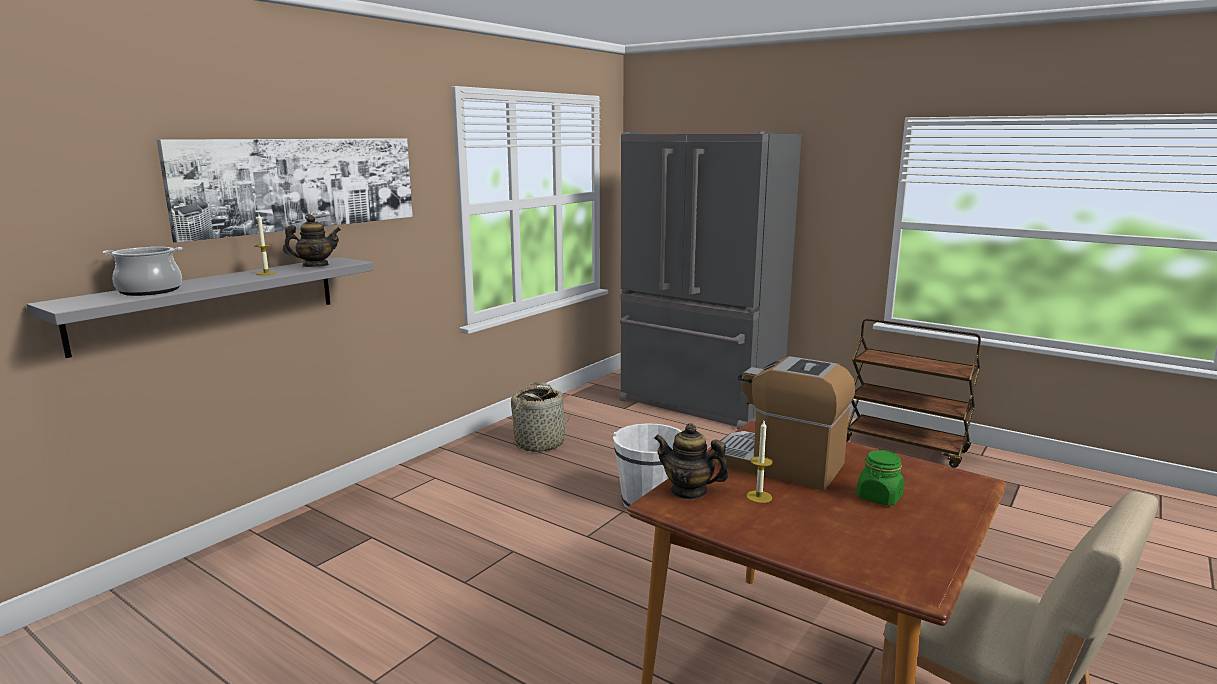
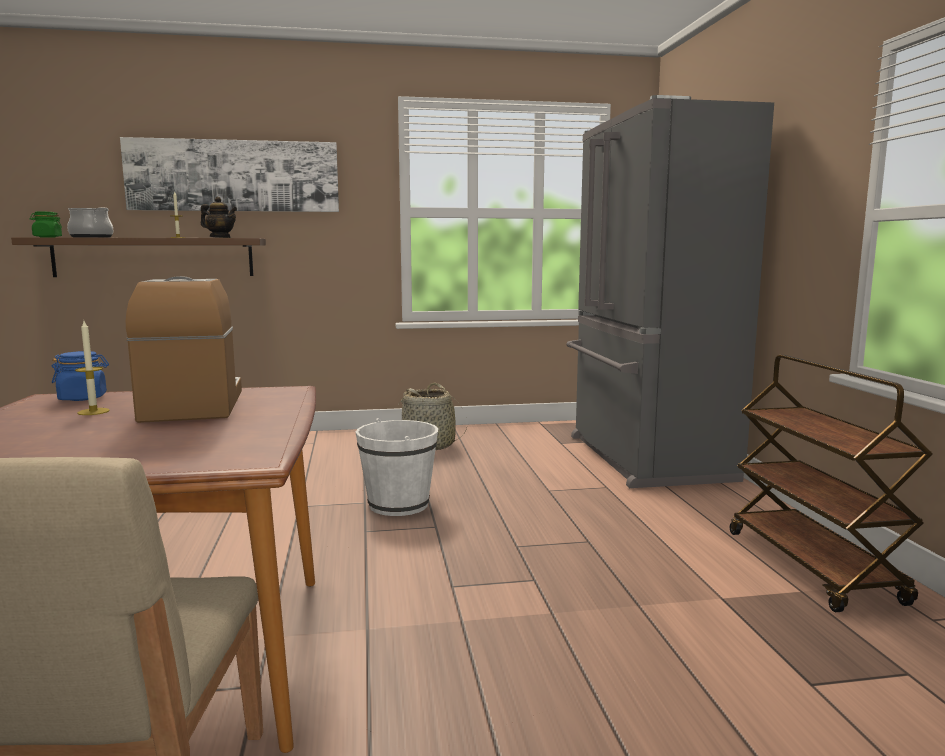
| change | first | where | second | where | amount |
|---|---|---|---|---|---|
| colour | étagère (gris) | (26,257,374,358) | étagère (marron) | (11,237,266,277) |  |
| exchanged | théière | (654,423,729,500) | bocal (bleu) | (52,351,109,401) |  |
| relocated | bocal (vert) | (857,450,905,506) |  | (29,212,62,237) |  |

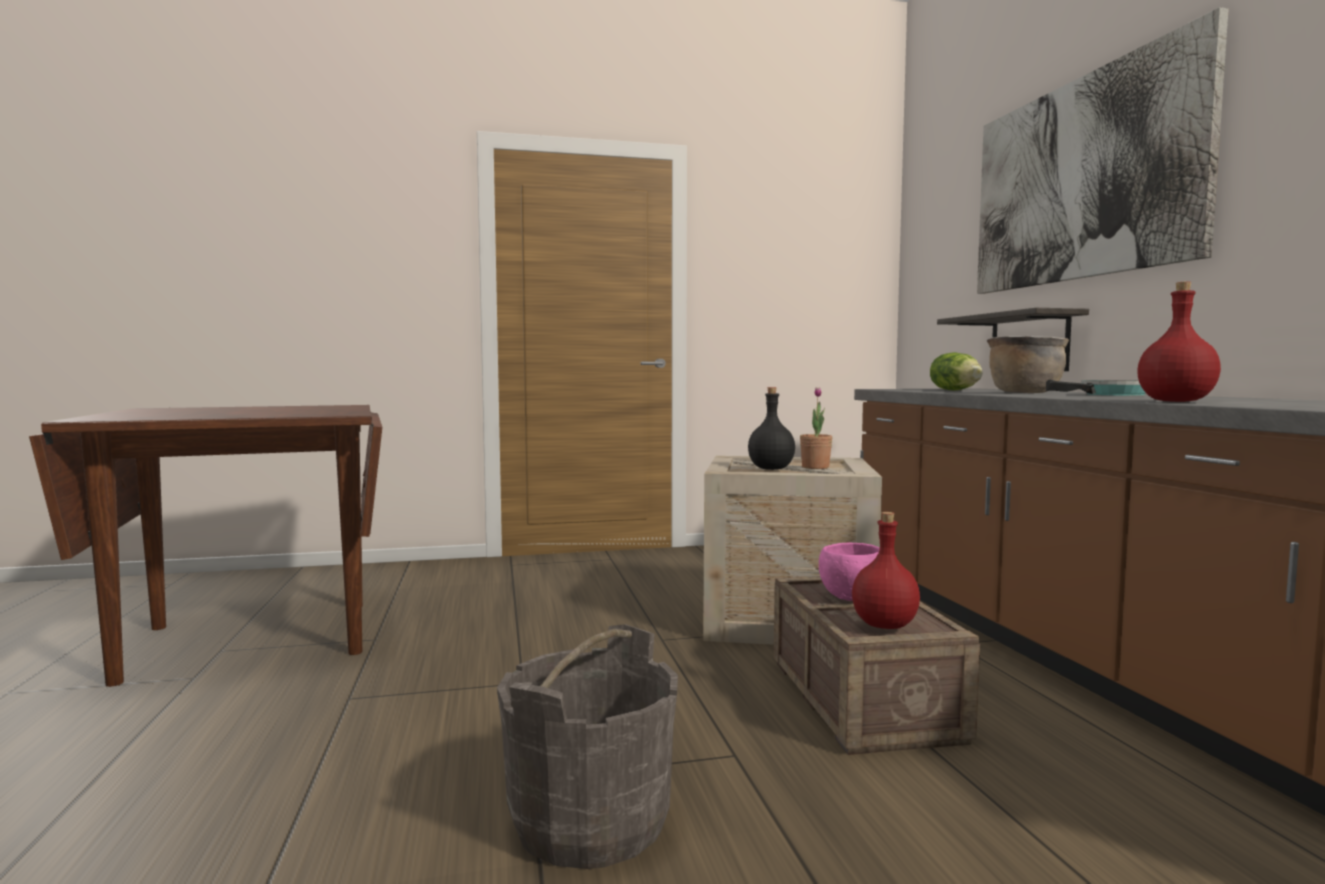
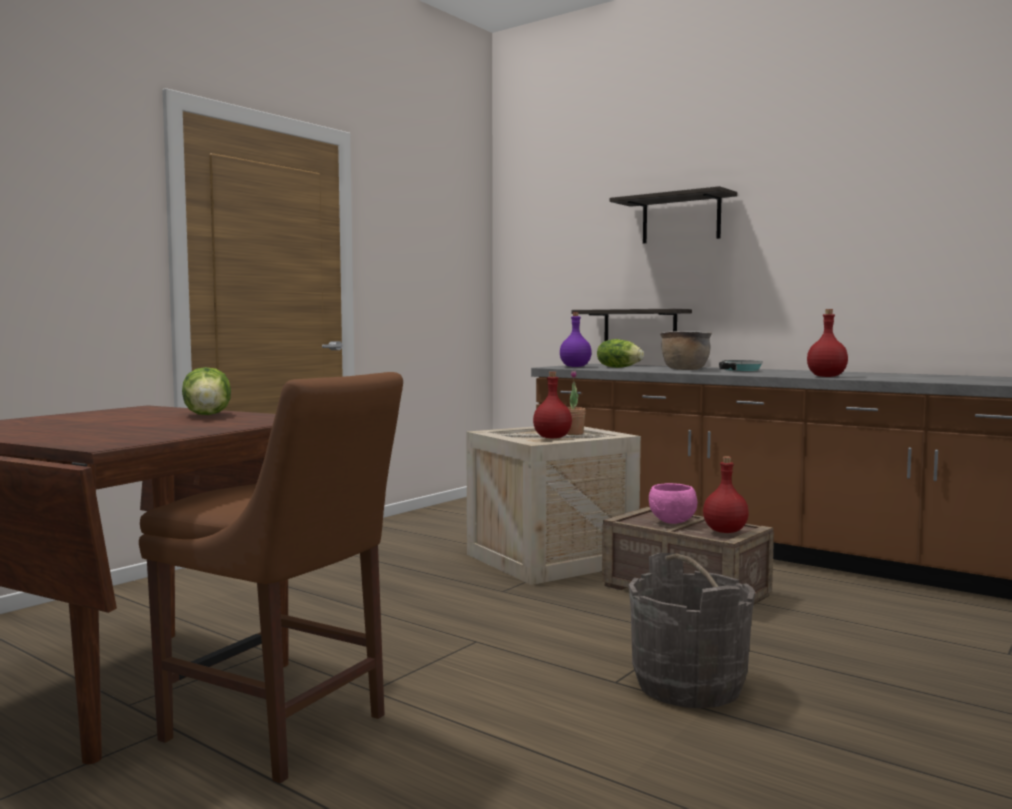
| change | first | where | second | where | amount |
|---|---|---|---|---|---|
| colour | bouteille (noir) | (748,387,795,470) | bouteille (rouge) | (533,372,572,439) |  |
| exchanged | tableau | (977,7,1228,294) | étagère | (610,186,737,244) |  |
| appeared |  |  | chaise (marron) | (139,372,403,783) |  |
| appeared |  |  | laitue | (182,367,231,415) |  |
| appeared |  |  | bouteille (violet) | (560,312,592,367) |  |

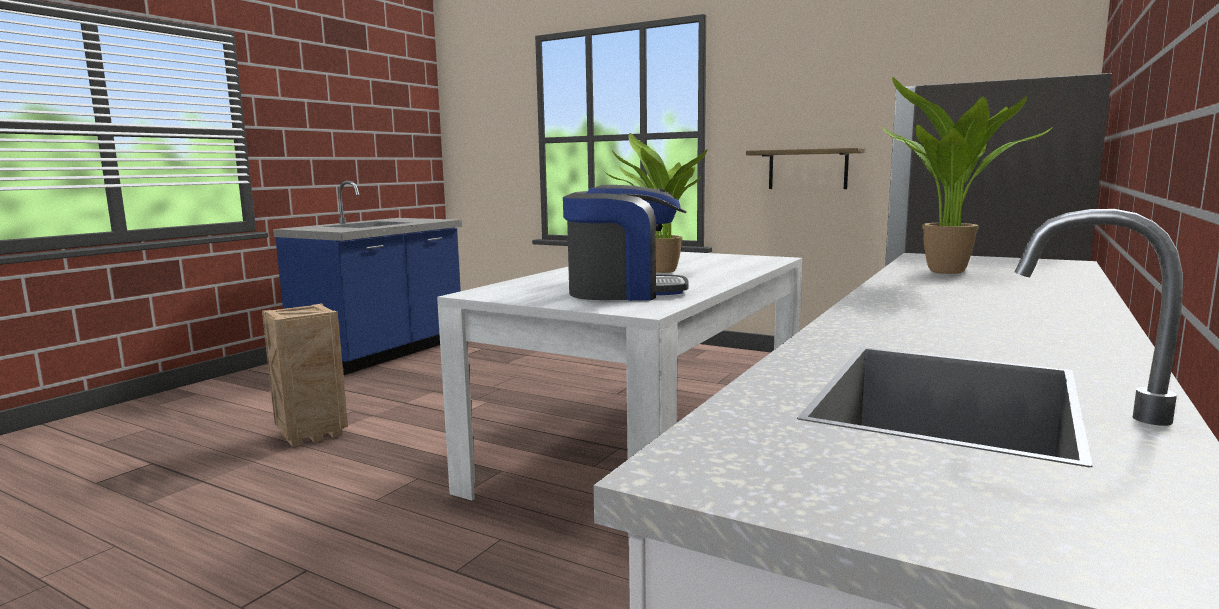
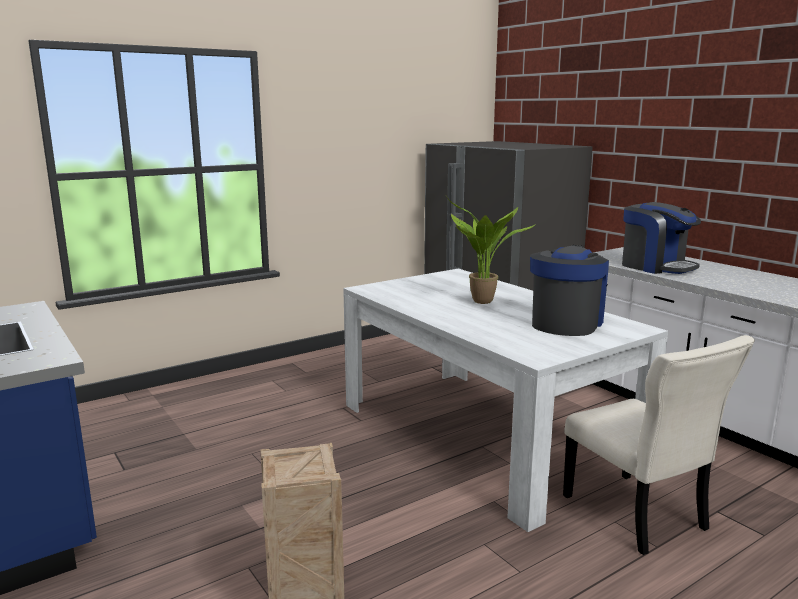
| change | first | where | second | where | amount |
|---|---|---|---|---|---|
| missing | étagère | (746,148,865,189) |  |  |  |
| exchanged | plante en pot | (882,77,1053,274) | machine à café | (622,202,701,274) |  |
| appeared |  |  | chaise (beige) | (563,335,755,555) |  |

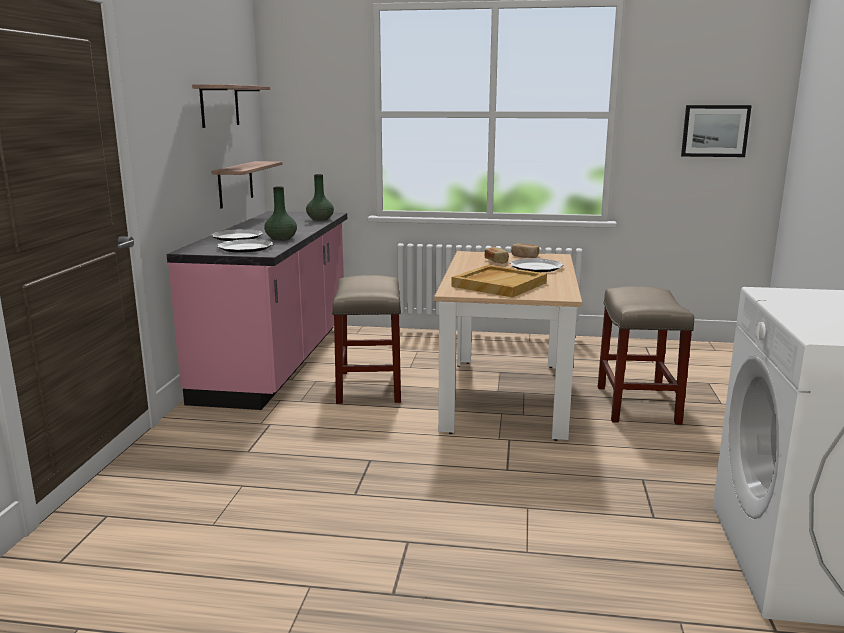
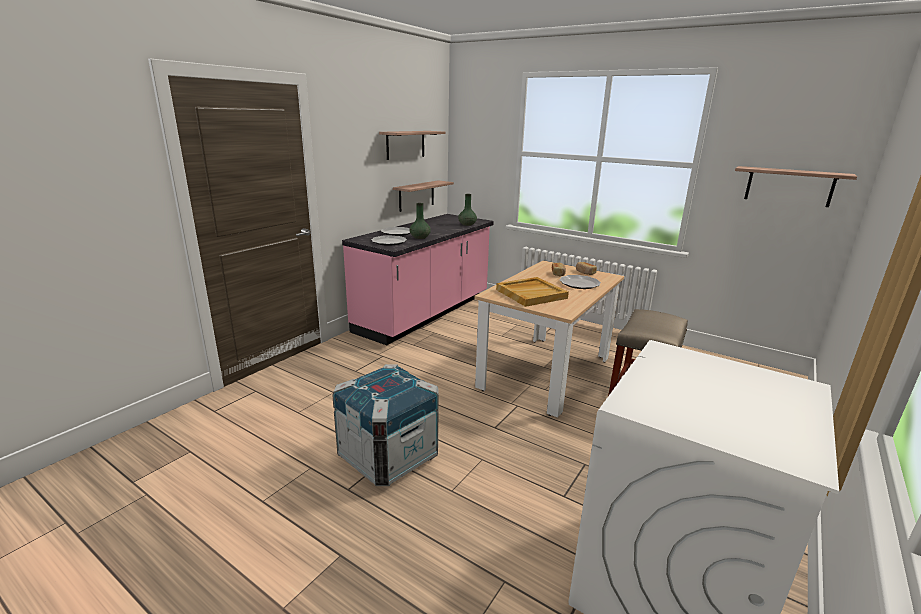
| change | first | where | second | where | amount |
|---|---|---|---|---|---|
| missing | tabouret (beige) | (332,275,401,404) |  |  |  |
| exchanged | tableau | (681,105,752,157) | étagère | (735,166,857,207) |  |
| appeared |  |  | caisse | (332,364,439,486) |  |

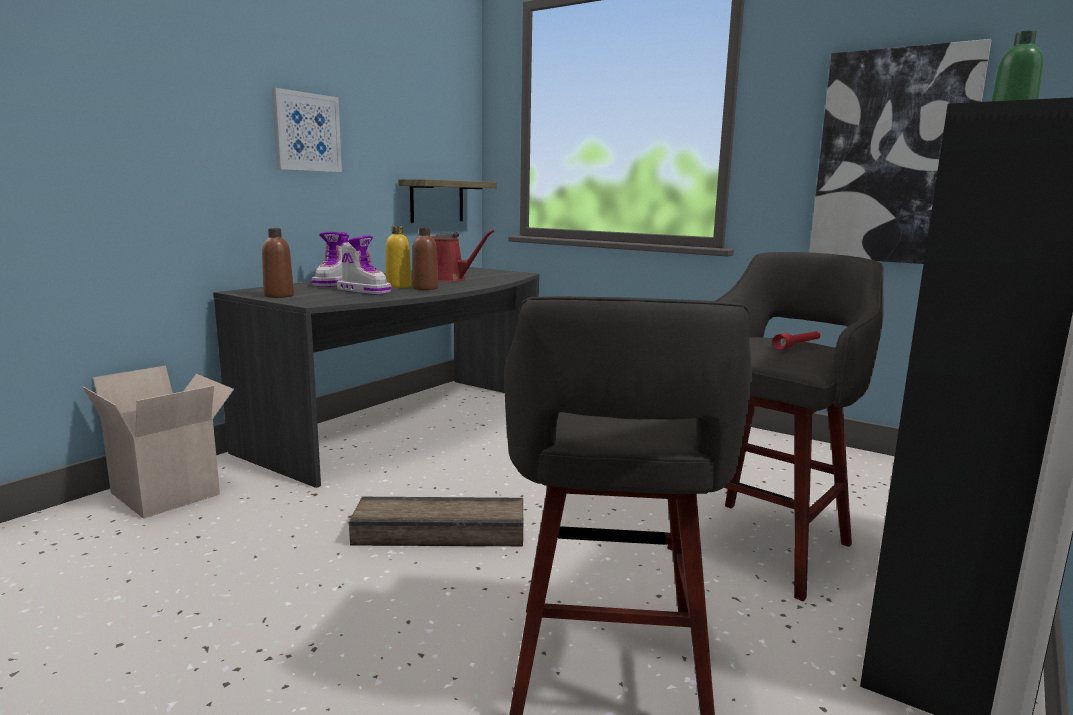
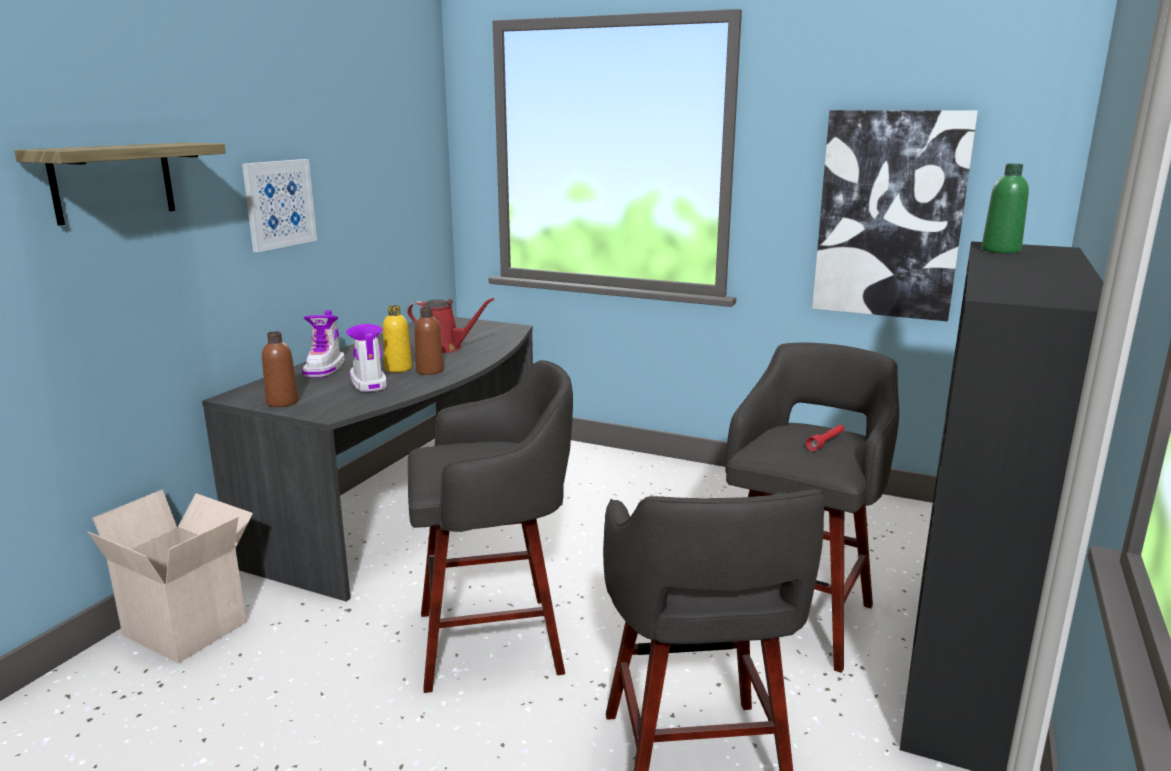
| change | first | where | second | where | amount |
|---|---|---|---|---|---|
| spun | botte | (337,235,392,295) |  | (346,324,387,392) | 135 degrees counterclockwise |
| exchanged | caisse | (349,497,524,546) | tabouret (gris) | (408,360,573,693) |  |
| relocated | étagère | (398,179,497,223) |  | (14,142,226,226) |  |

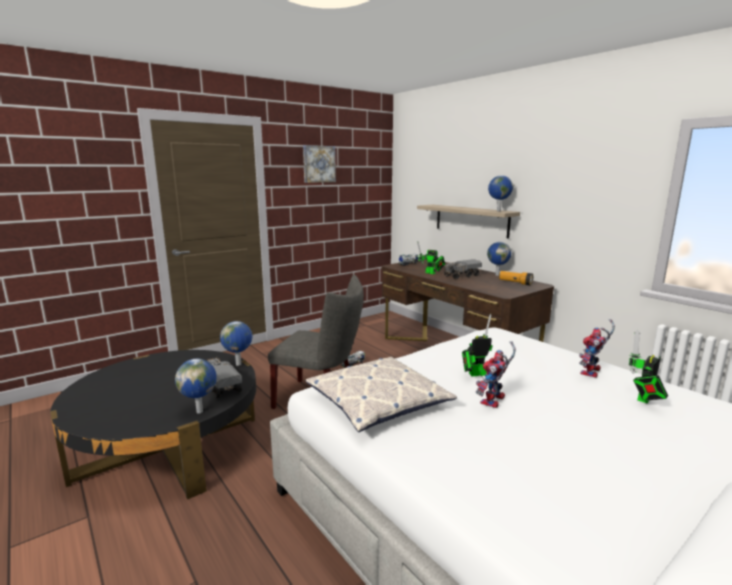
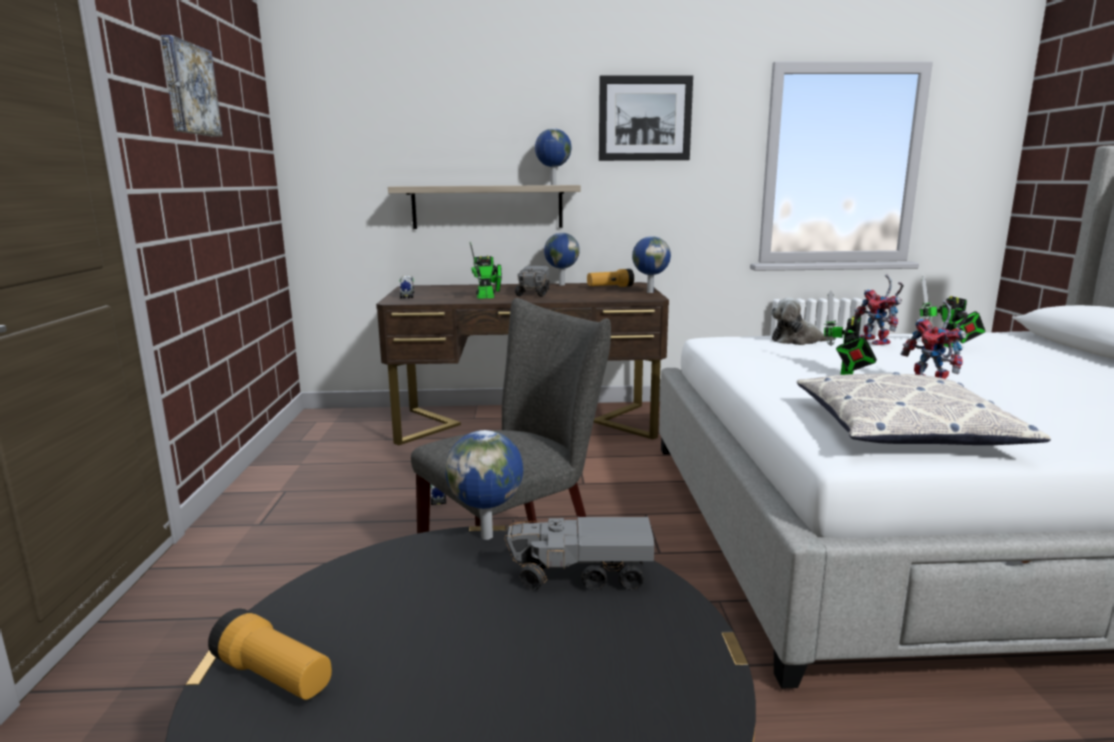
| change | first | where | second | where | amount |
|---|---|---|---|---|---|
| relocated | globe | (175,359,216,413) |  | (632,236,671,293) |  |
| appeared |  |  | lampe de poche | (208,608,332,700) |  |
| appeared |  |  | tableau | (599,75,693,161) |  |
| appeared |  |  | peluche | (771,298,834,345) |  |

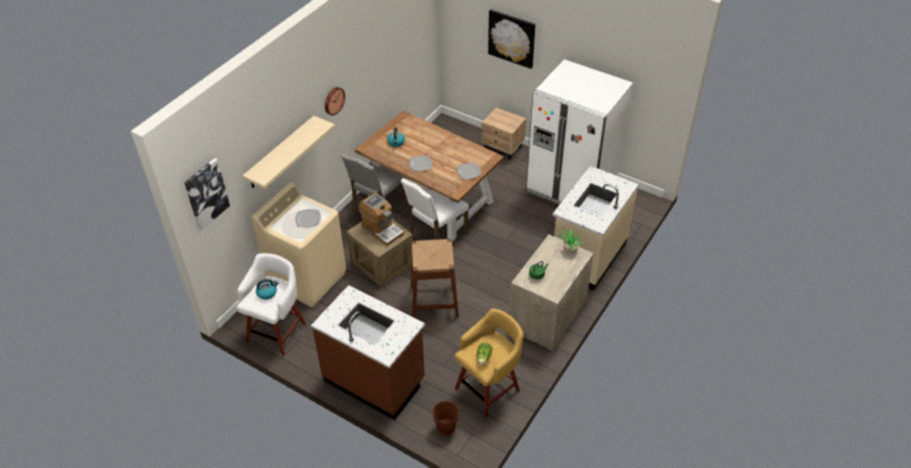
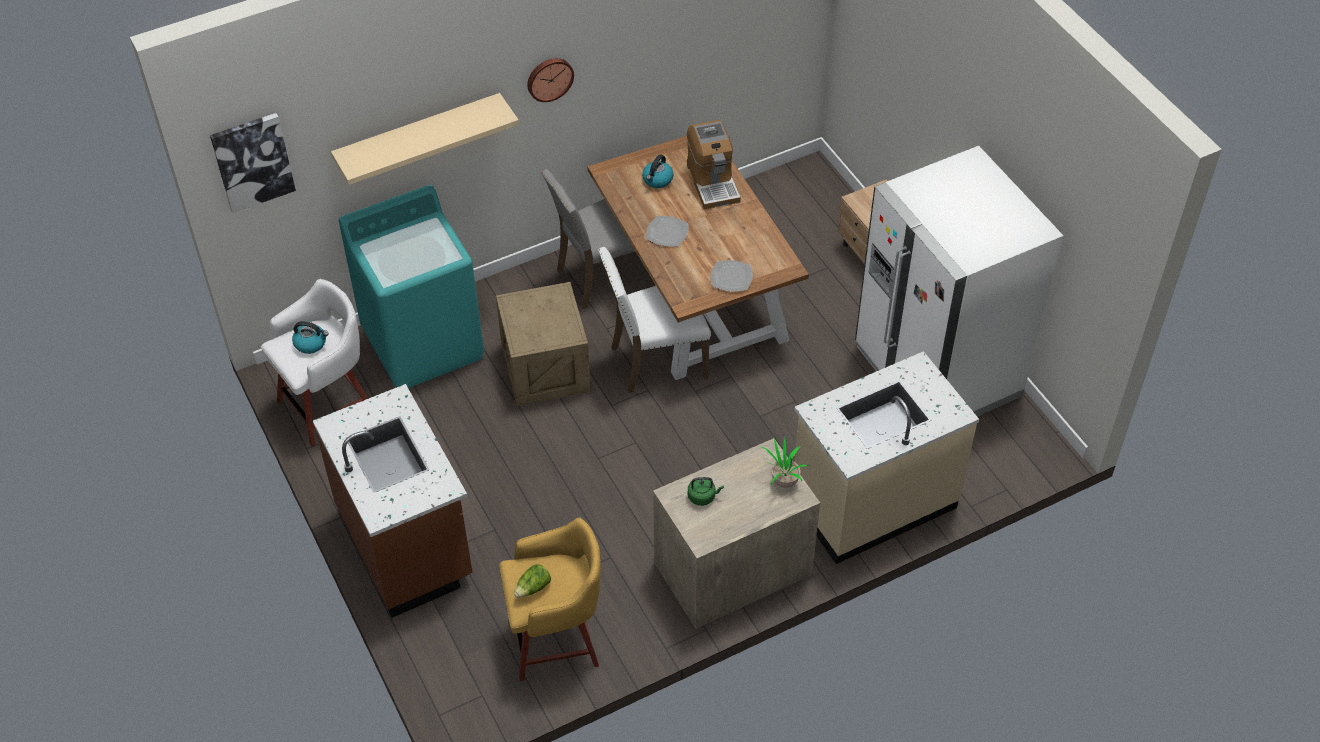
| change | first | where | second | where | amount |
|---|---|---|---|---|---|
| colour | lave-linge (beige) | (252,182,346,307) | lave-linge (turquoise) | (339,185,484,388) |  |
| missing | assiette | (295,209,321,227) |  |  |  |
| relocated | machine à café | (359,193,404,246) |  | (687,120,741,209) |  |
| missing | tabouret (marron) | (411,239,459,318) |  |  |  |
| missing | seau (marron) | (431,401,460,436) |  |  |  |
| missing | tableau | (488,9,535,69) |  |  |  |

